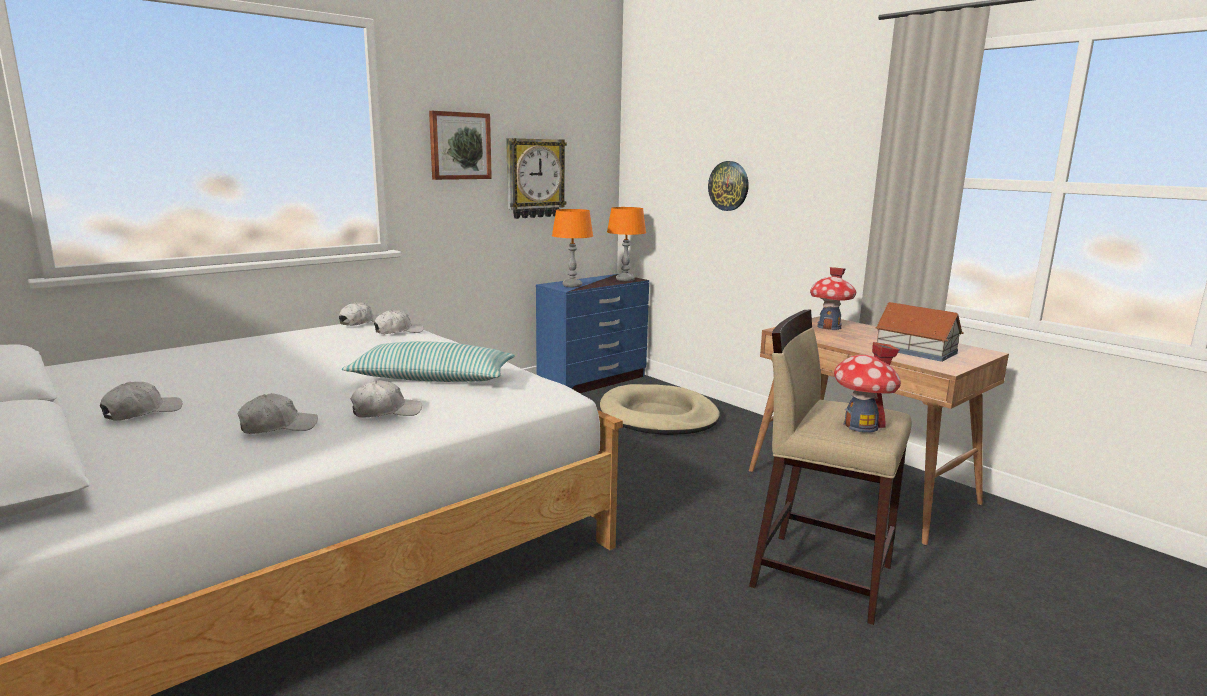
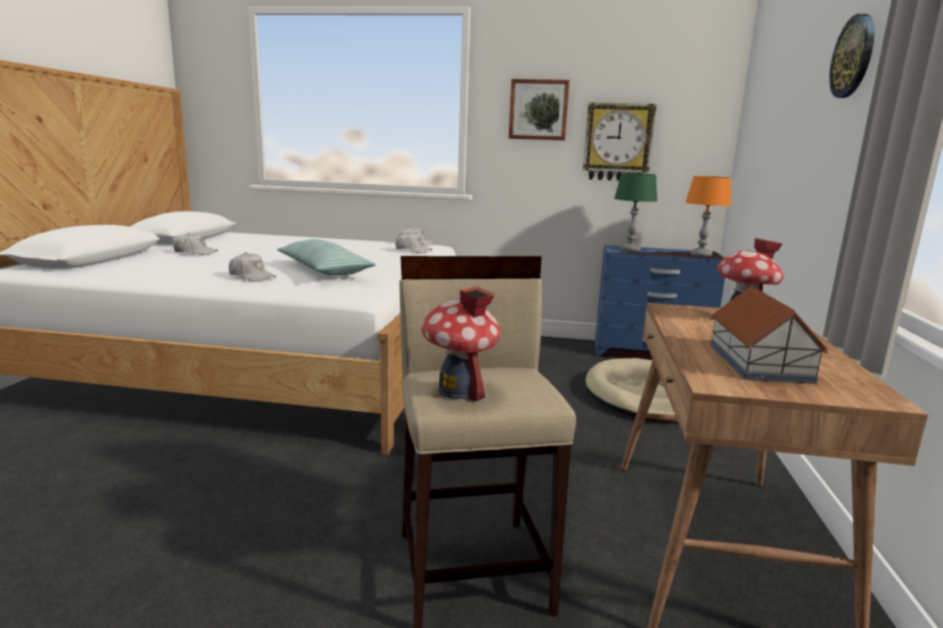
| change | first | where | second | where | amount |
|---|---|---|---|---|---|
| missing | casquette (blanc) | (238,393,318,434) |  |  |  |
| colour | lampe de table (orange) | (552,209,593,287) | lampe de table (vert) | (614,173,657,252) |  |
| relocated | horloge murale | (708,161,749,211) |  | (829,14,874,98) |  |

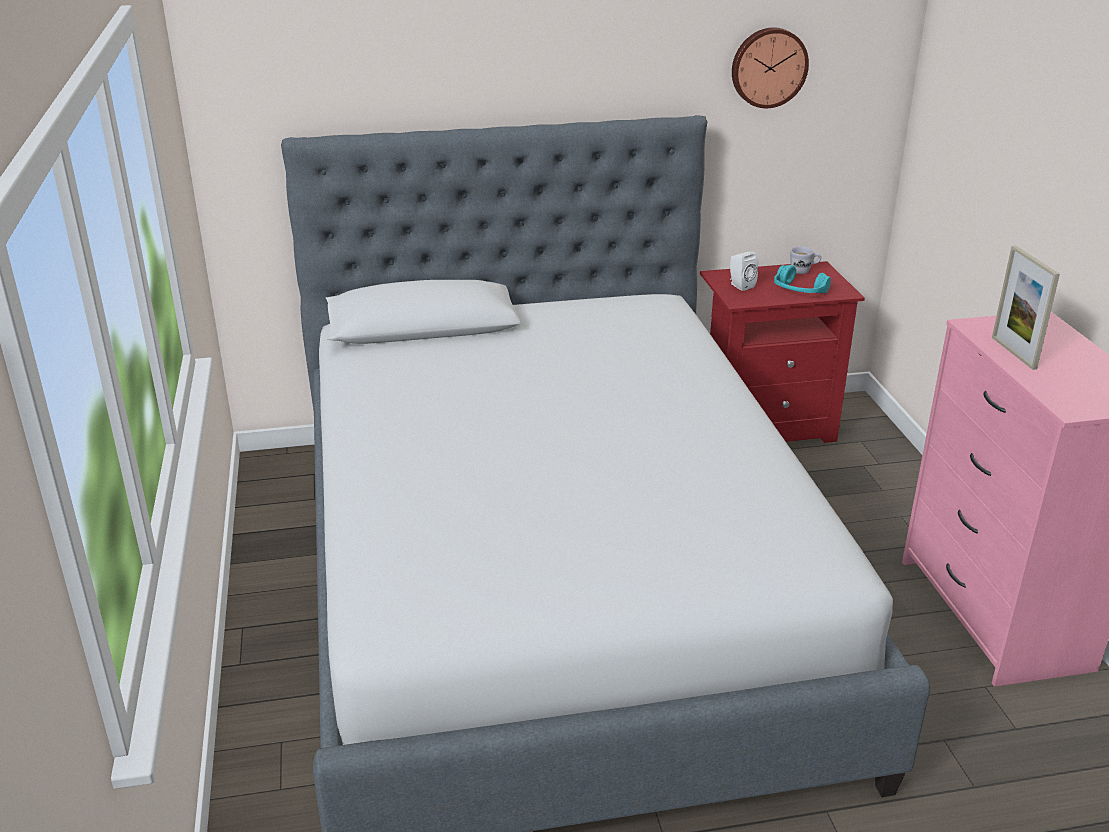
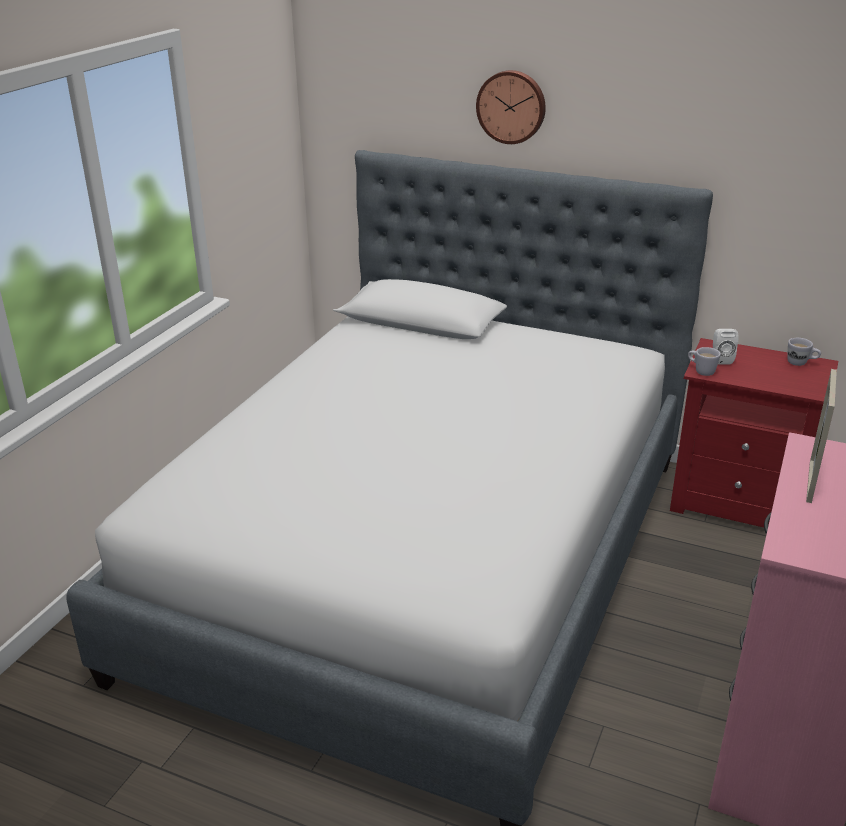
| change | first | where | second | where | amount |
|---|---|---|---|---|---|
| relocated | horloge murale | (732,27,809,108) |  | (476,70,546,144) |  |
| missing | casque audio (turquoise) | (774,265,831,293) |  |  |  |
| appeared |  |  | mug (blanc) | (688,347,721,376) |  |

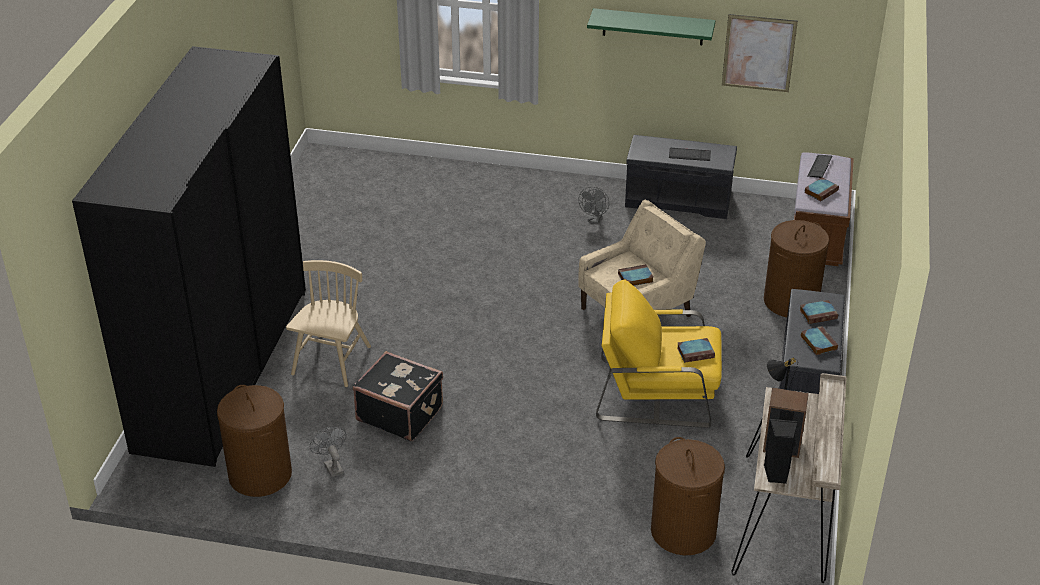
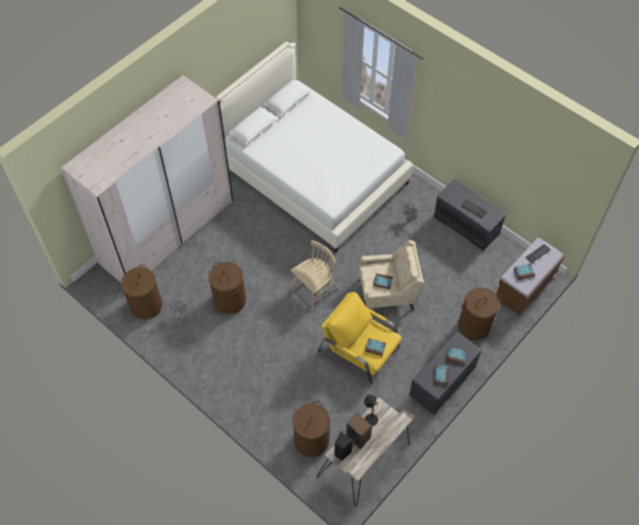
| change | first | where | second | where | amount |
|---|---|---|---|---|---|
| colour | armoire (noir) | (72,46,306,467) | armoire (beige) | (61,75,233,282) |  |
| relocated | chaise (beige) | (286,260,371,387) |  | (291,240,339,310) |  |
| exchanged | valise (noir) | (353,351,443,441) | panier à linge (marron) | (209,261,246,314) |  |
| missing | étagère (vert) | (587,8,716,45) |  |  |  |
| missing | tableau | (722,14,798,92) |  |  |  |
| appeared |  |  | lit (blanc) | (216,42,413,252) |  |

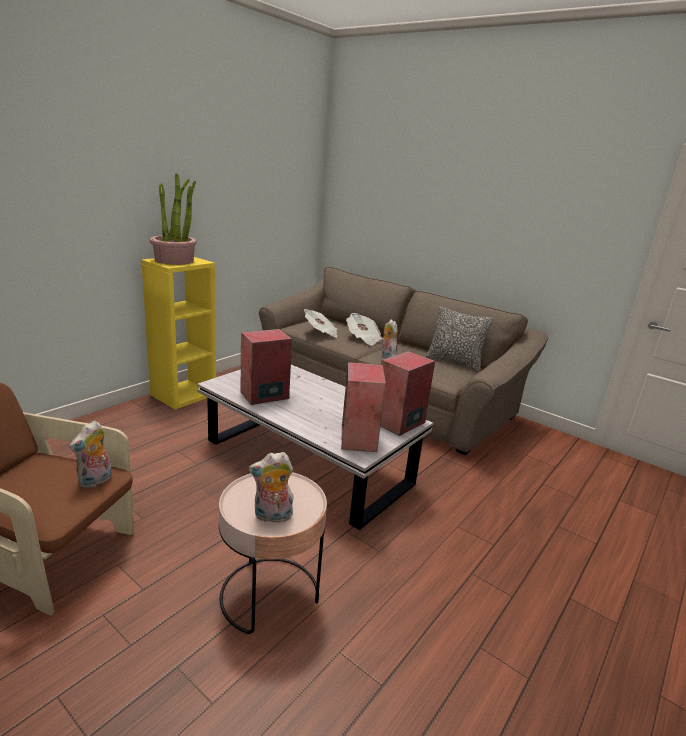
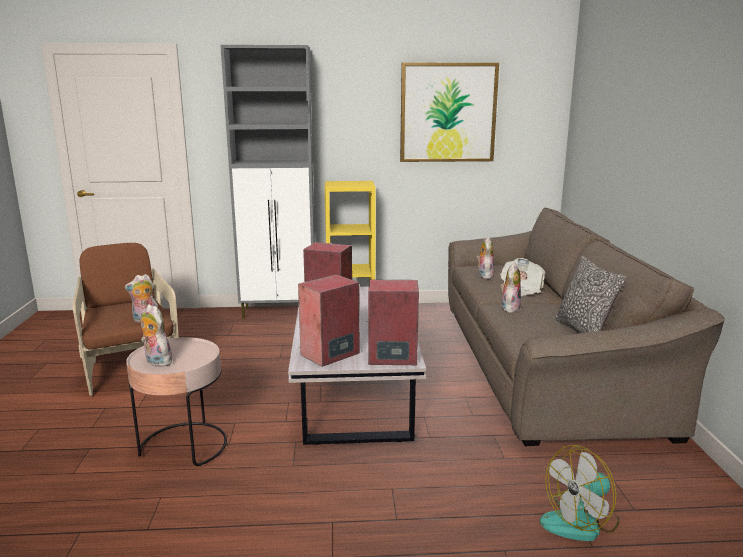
| change | first | where | second | where | amount |
|---|---|---|---|---|---|
| missing | plante en pot | (150,173,197,265) |  |  |  |
| exchanged | journal | (304,309,338,338) | peluche | (476,236,494,279) |  |
| appeared |  |  | meuble de rangement (gris) | (220,45,315,319) |  |
| appeared |  |  | tableau | (400,63,499,162) |  |
| appeared |  |  | ventilateur | (540,445,619,541) |  |

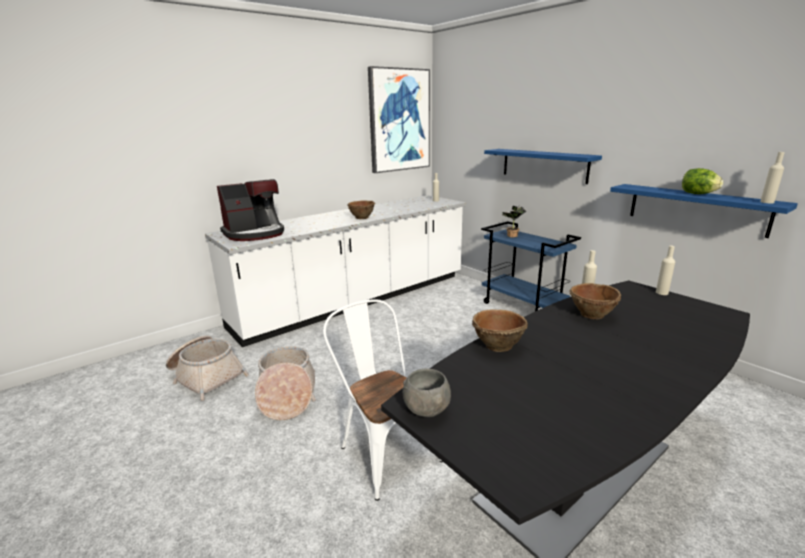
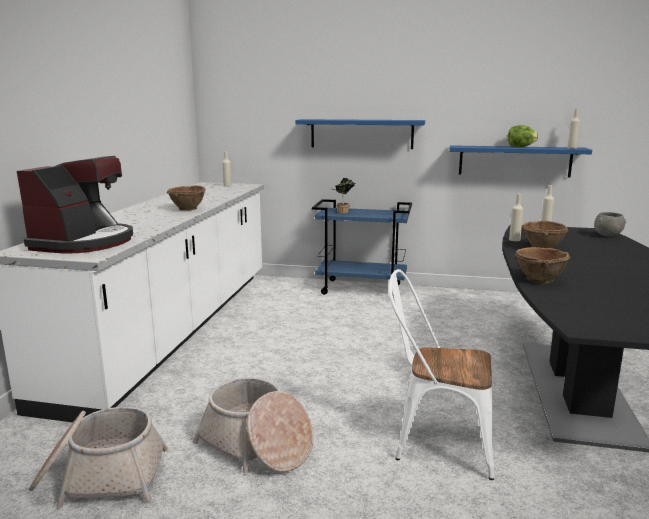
| change | first | where | second | where | amount |
|---|---|---|---|---|---|
| missing | tableau | (368,66,430,173) |  |  |  |
| relocated | bol (gris) | (402,369,451,417) |  | (594,212,626,237) |  |

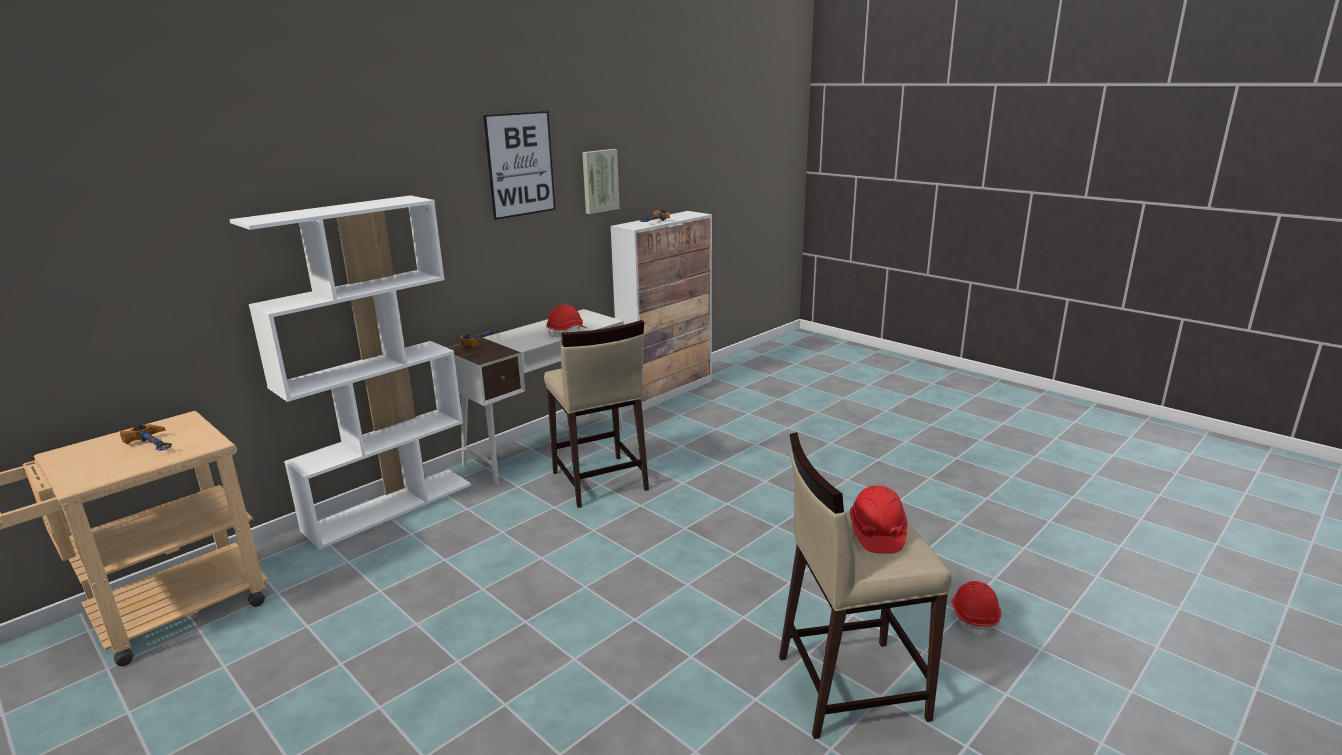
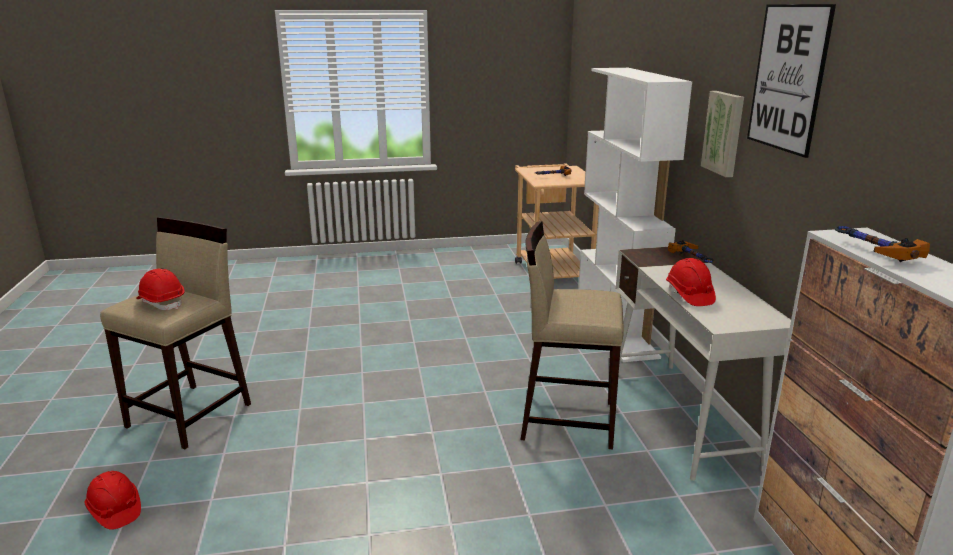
| change | first | where | second | where | amount |
|---|---|---|---|---|---|
| relocated | tableau | (582,149,620,214) |  | (701,91,744,177) |  |

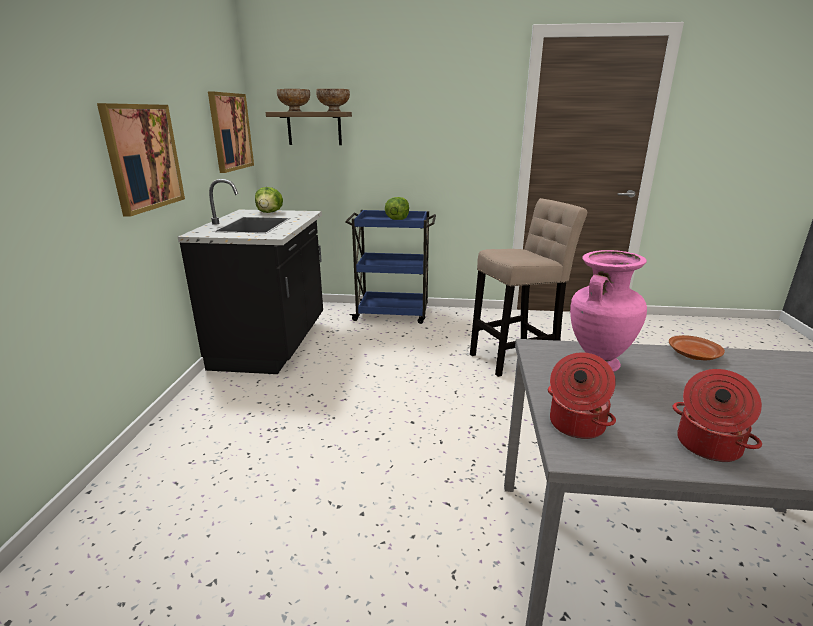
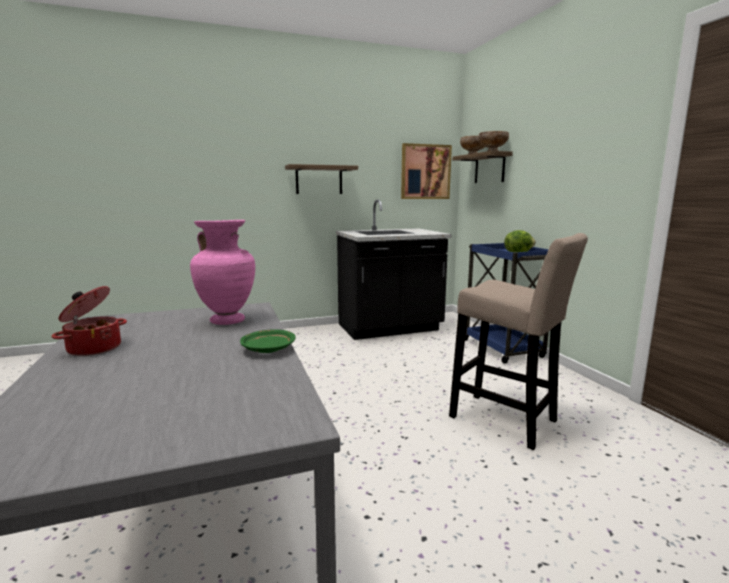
| change | first | where | second | where | amount |
|---|---|---|---|---|---|
| exchanged | tableau | (97,103,185,217) | étagère | (285,164,358,194) |  |
| missing | laitue | (255,187,283,213) |  |  |  |
| missing | marmite | (548,352,616,439) |  |  |  |
| colour | assiette (marron) | (669,335,725,360) | assiette (vert) | (240,329,296,353) |  |

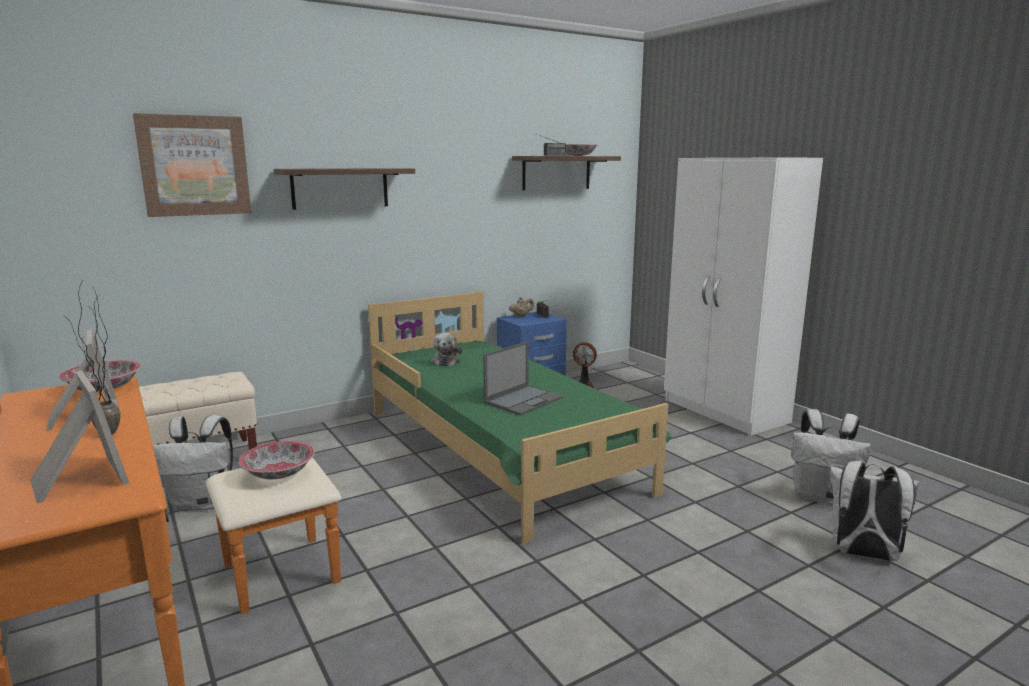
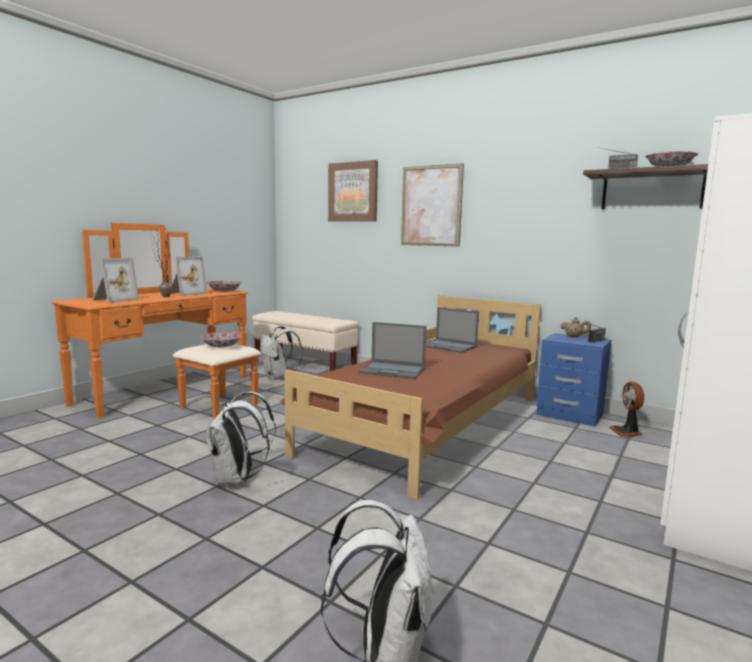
| change | first | where | second | where | amount |
|---|---|---|---|---|---|
| exchanged | étagère | (273,168,415,210) | tableau | (401,163,464,247) |  |
| colour | lit (vert) | (368,291,672,544) | lit (marron) | (281,295,541,500) |  |
| exchanged | peluche | (431,333,462,366) | ordinateur portable | (426,307,479,353) |  |
| relocated | sac à dos (blanc) | (791,409,871,504) |  | (206,391,276,486) |  |

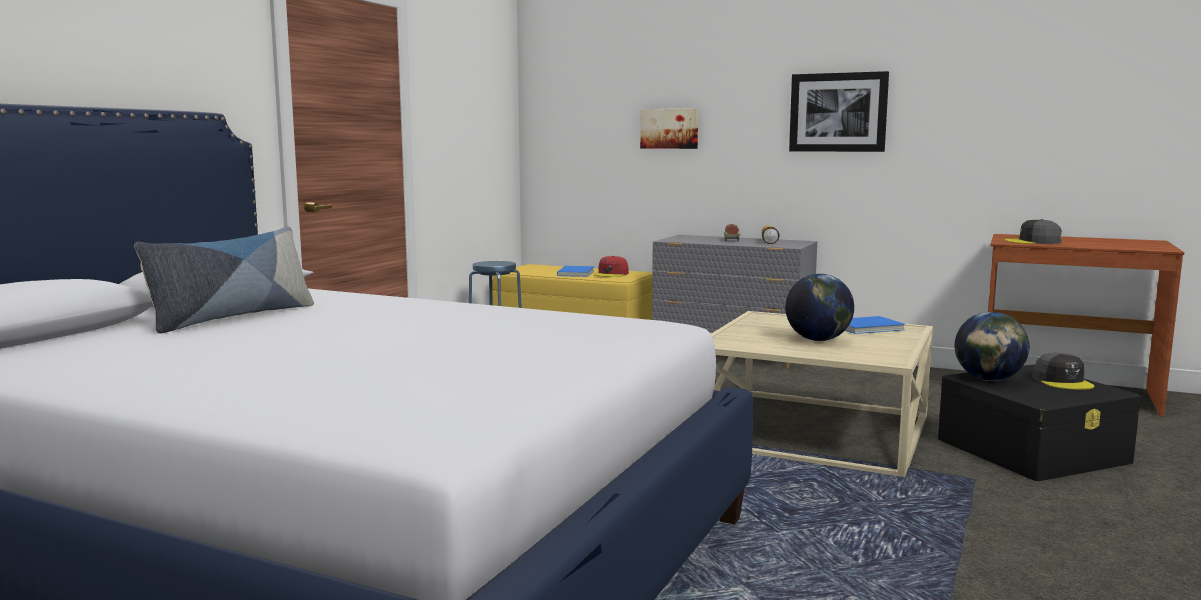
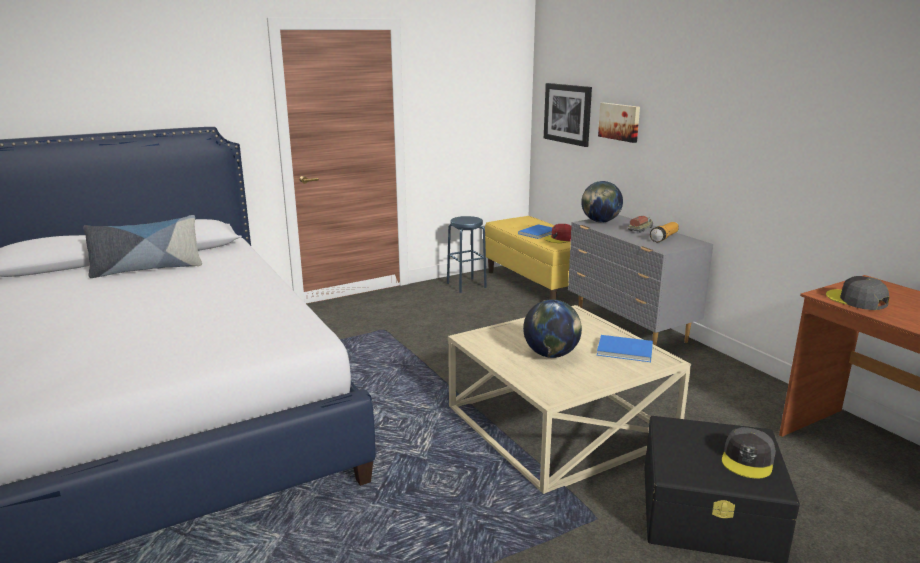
| change | first | where | second | where | amount |
|---|---|---|---|---|---|
| relocated | tableau | (789,71,889,152) |  | (544,83,592,147) |  |
| relocated | globe | (955,312,1030,381) |  | (581,181,623,223) |  |

